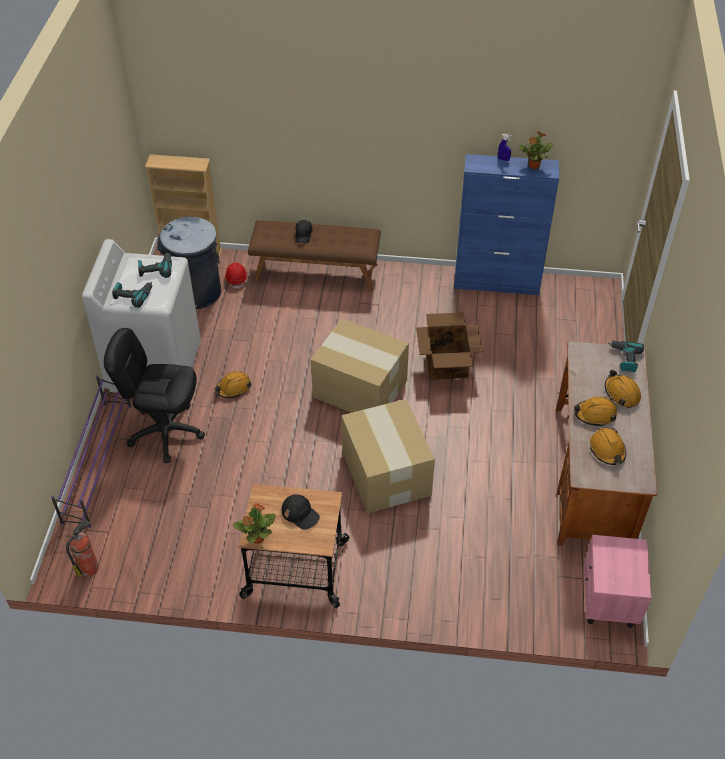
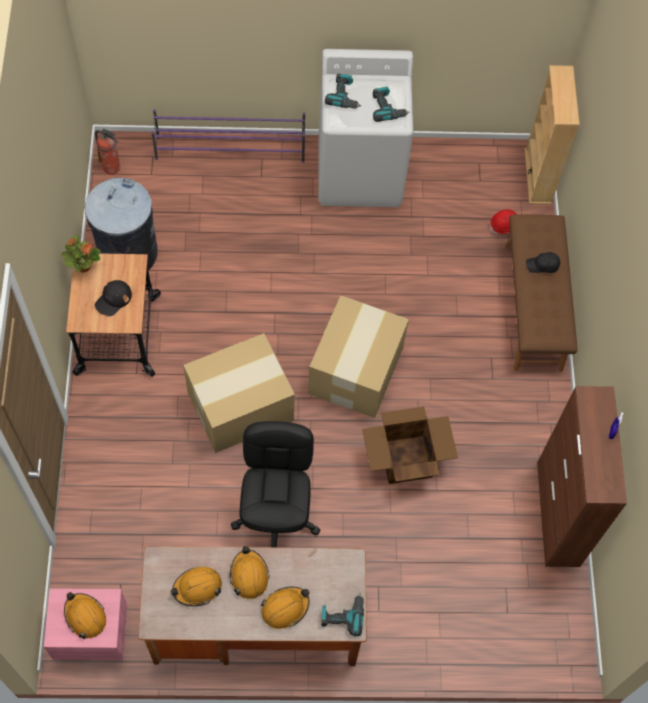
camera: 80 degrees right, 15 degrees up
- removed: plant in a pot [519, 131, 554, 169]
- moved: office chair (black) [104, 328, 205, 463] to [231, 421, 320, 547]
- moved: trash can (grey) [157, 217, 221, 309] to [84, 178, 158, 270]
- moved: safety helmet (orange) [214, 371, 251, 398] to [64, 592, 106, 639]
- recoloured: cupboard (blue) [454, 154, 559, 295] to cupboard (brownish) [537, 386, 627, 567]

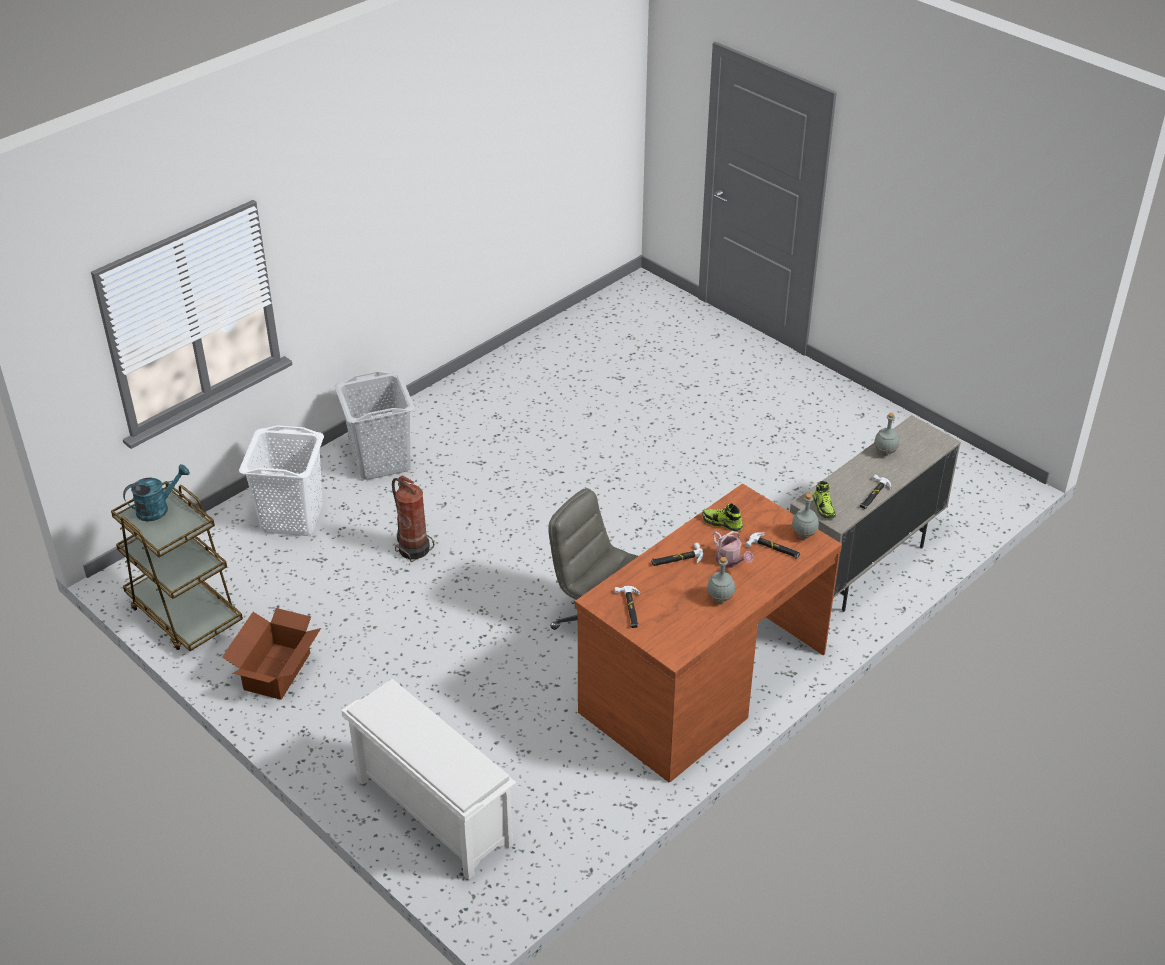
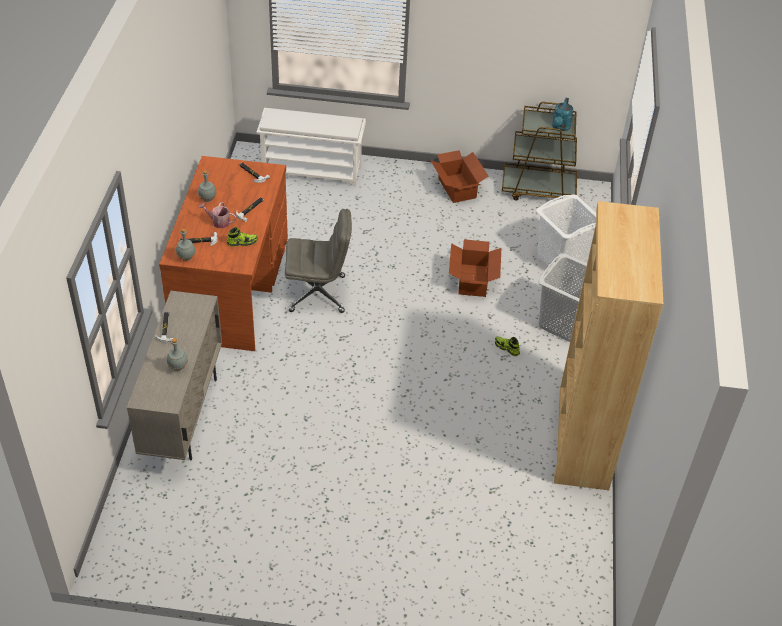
camera: 140 degrees right, 5 degrees up
- added: bookshelf (brownish) [554, 201, 663, 491]
- moved: shoe [813, 481, 836, 519] to [495, 336, 520, 356]
- replaced: fire-fighting cylinder [392, 476, 434, 562] to cardboard box [449, 239, 501, 297]

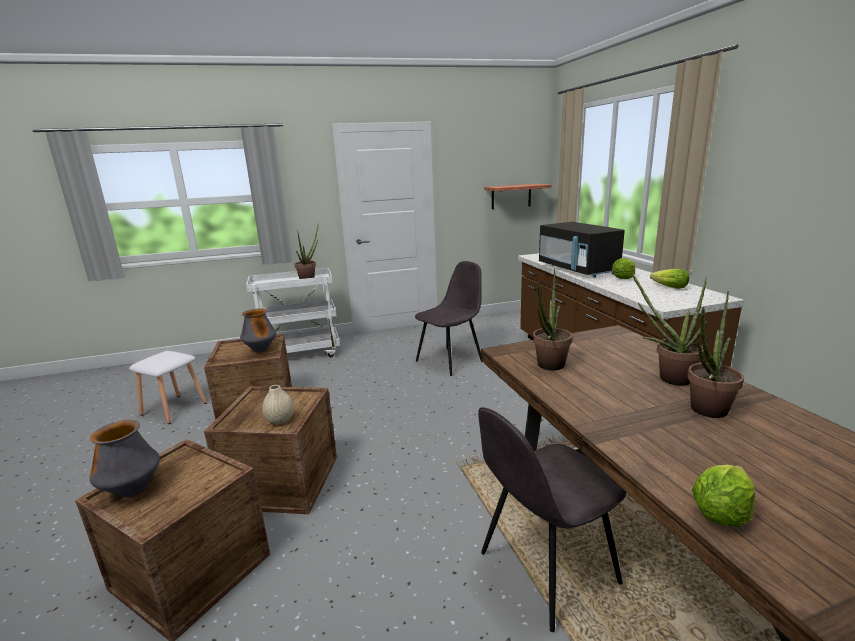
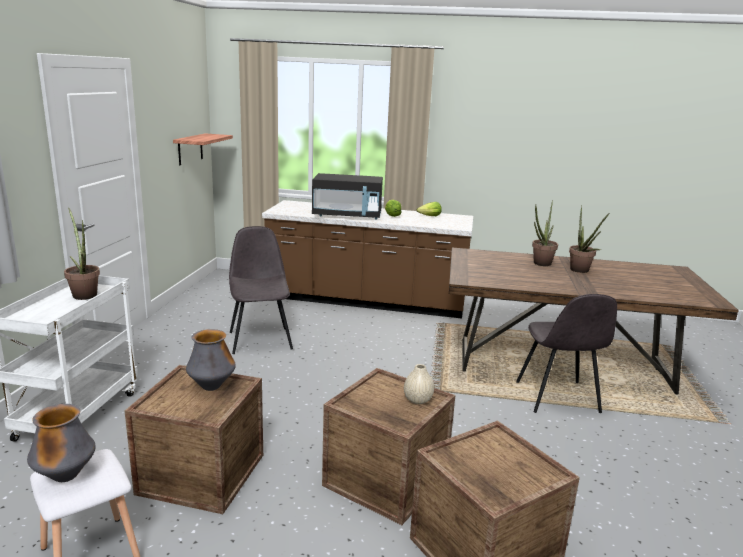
camera: 65 degrees left, 0 degrees up
- removed: plant in a pot [533, 268, 573, 371]
- removed: head of lettuce [692, 465, 755, 527]
- moved: vase [89, 420, 160, 498] to [27, 404, 96, 482]

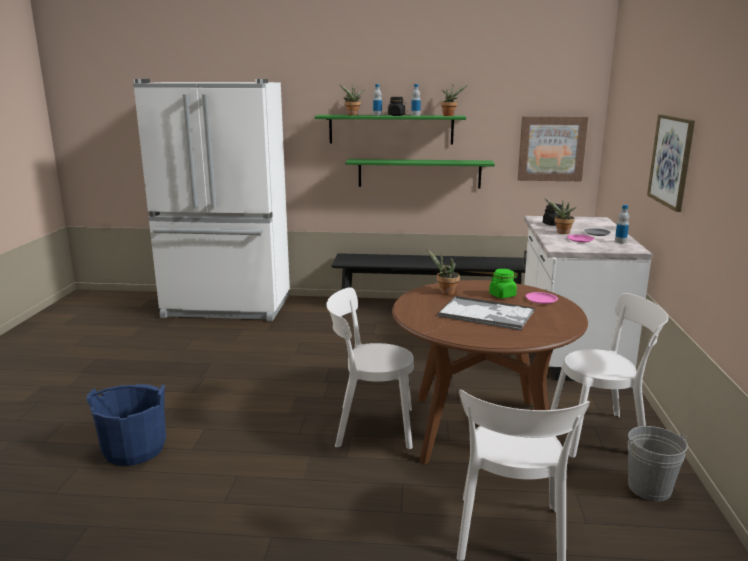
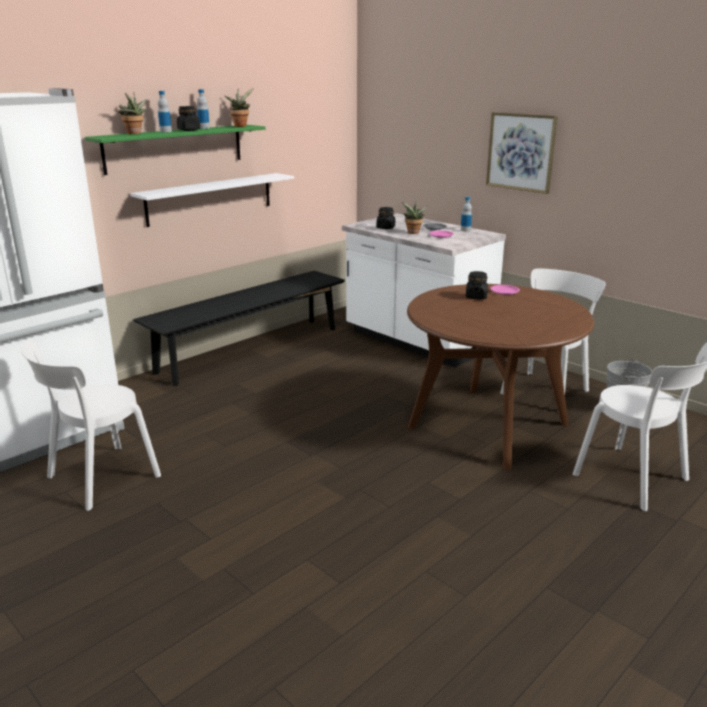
camera: 50 degrees left, 5 degrees up
- removed: bucket (blue) [86, 384, 166, 466]
- removed: plant in a pot [426, 248, 460, 295]
- removed: tray [438, 296, 535, 331]
- removed: picture [518, 116, 588, 181]
- moved: chair (white) [326, 287, 414, 449] to [21, 339, 161, 511]
- recoloured: wall shelf (greenish) [345, 159, 495, 188] to wall shelf (white) [130, 173, 294, 227]
- recoloured: storage jar (greenish) [489, 269, 517, 298] to storage jar (black) [466, 271, 488, 299]

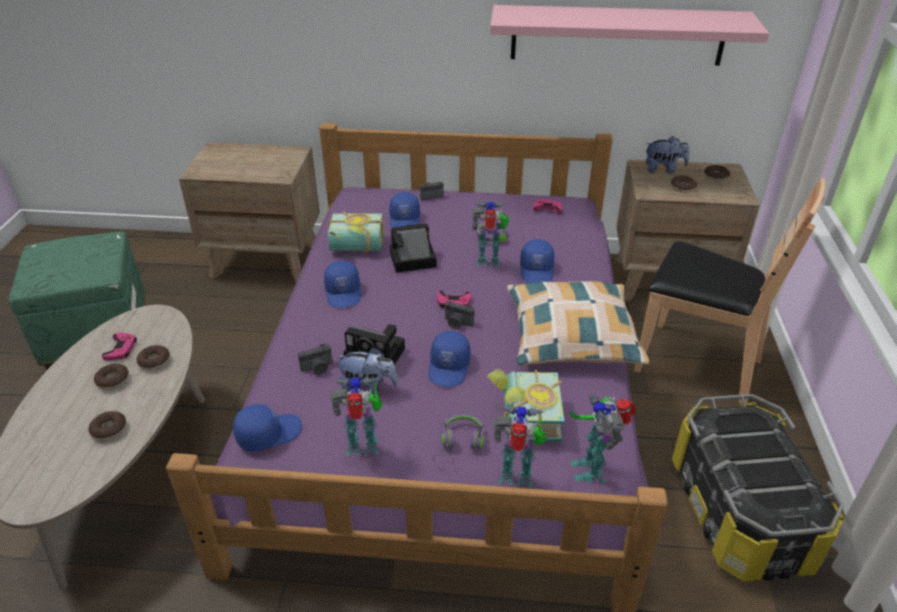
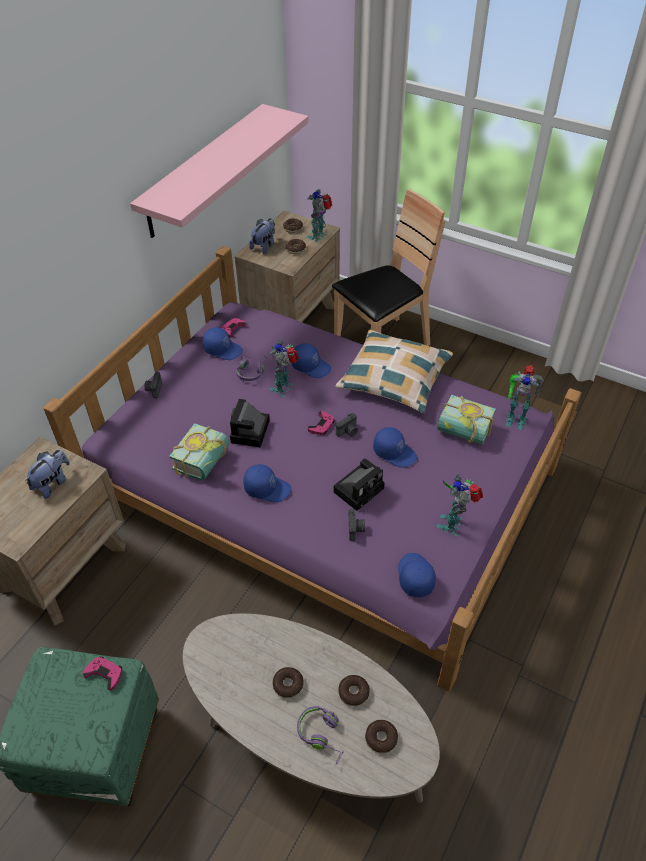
camera: 65 degrees left, 10 degrees up
- removed: storage box [672, 394, 844, 581]
- moved: gamepad (pink-coloured) [102, 333, 137, 360] to [83, 656, 122, 691]
- moved: donut [136, 345, 170, 370] to [365, 720, 398, 754]
- moved: plush toy [335, 347, 398, 395] to [25, 450, 70, 499]
- moved: peaked cap (blue) [389, 192, 420, 227] to [203, 327, 243, 360]
- moved: headphones (purple) [433, 414, 484, 463] to [297, 706, 344, 765]
- moved: toy robot [494, 405, 547, 488] to [306, 189, 332, 243]

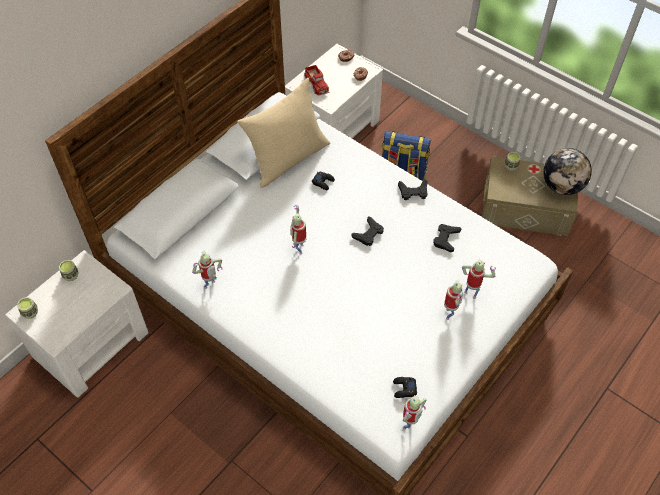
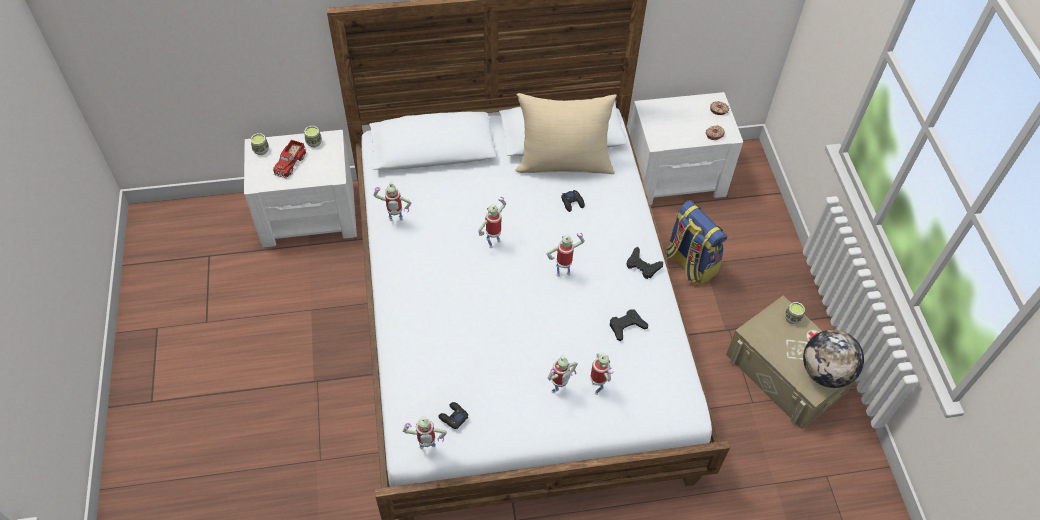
camera: 40 degrees right, 0 degrees up
- moved: toy truck [304, 65, 329, 96] to [273, 140, 306, 178]
- replaced: gamepad (black) [351, 216, 384, 246] to toy robot [546, 233, 585, 277]

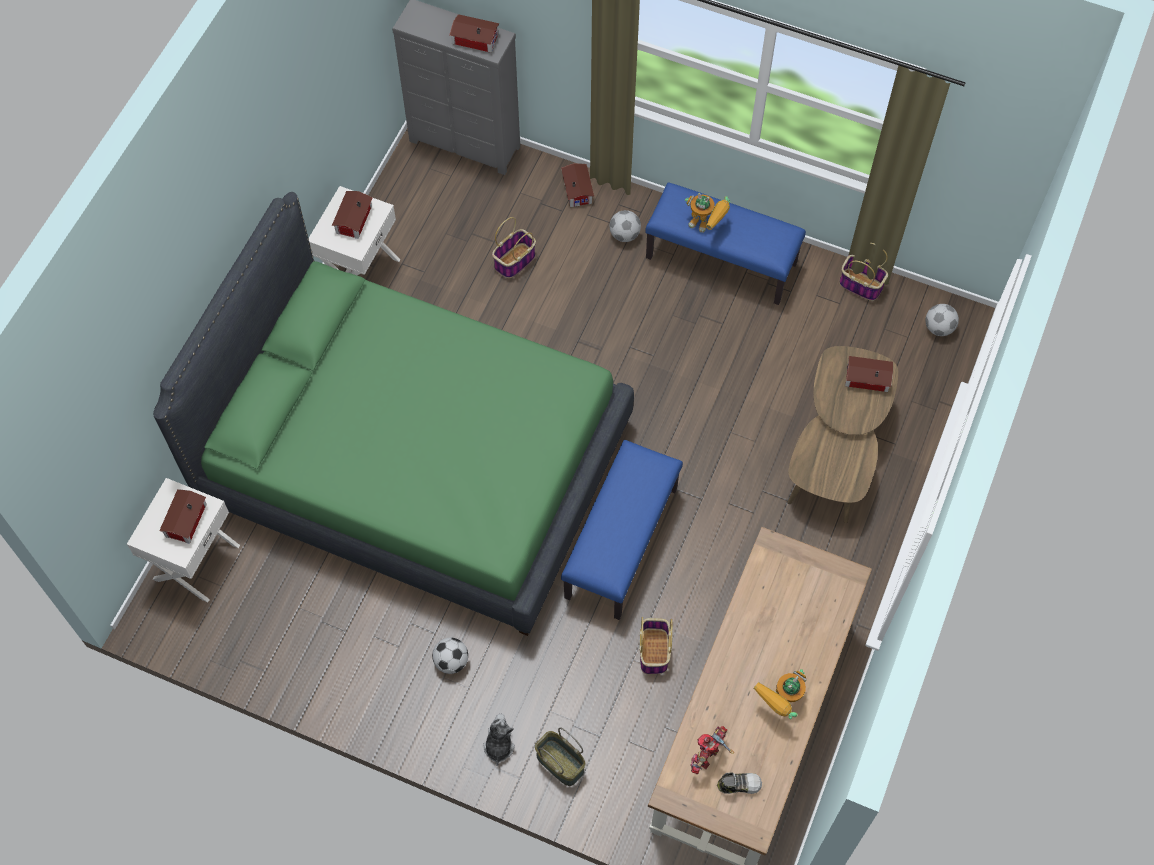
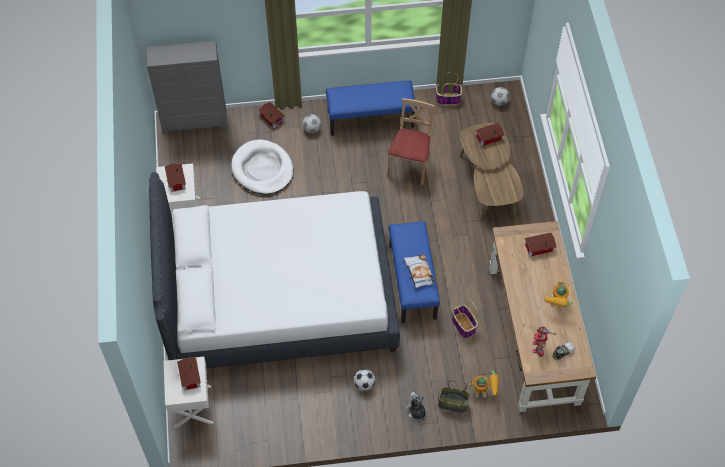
camera: 30 degrees left, 5 degrees down
- added: chair (sand-coloured) [388, 98, 435, 185]
- added: throw pillow [404, 254, 435, 288]
- moved: toy house [450, 14, 499, 53] to [525, 233, 557, 257]
- moved: toy robot [685, 193, 730, 233] to [469, 371, 499, 398]
- replaced: household basket [492, 217, 536, 278] to pet bed (white) [231, 139, 293, 194]
- recoloured: bedroom bed (greenish) [153, 192, 634, 636] to bedroom bed (white) [149, 172, 400, 368]

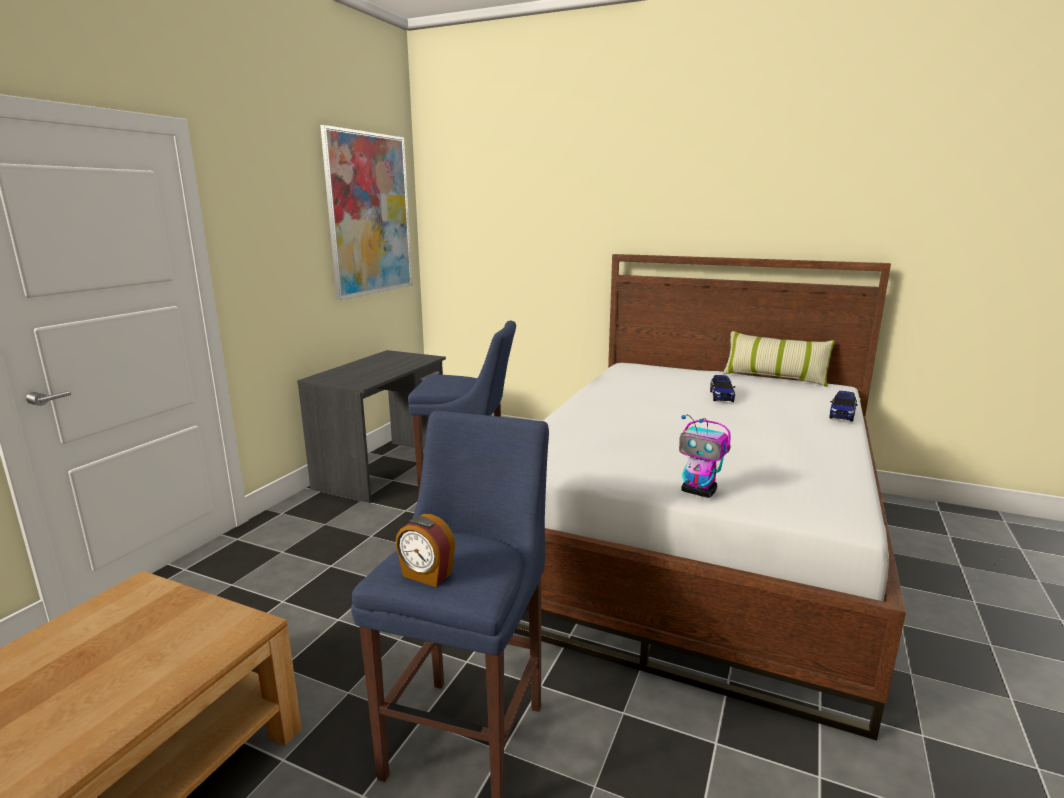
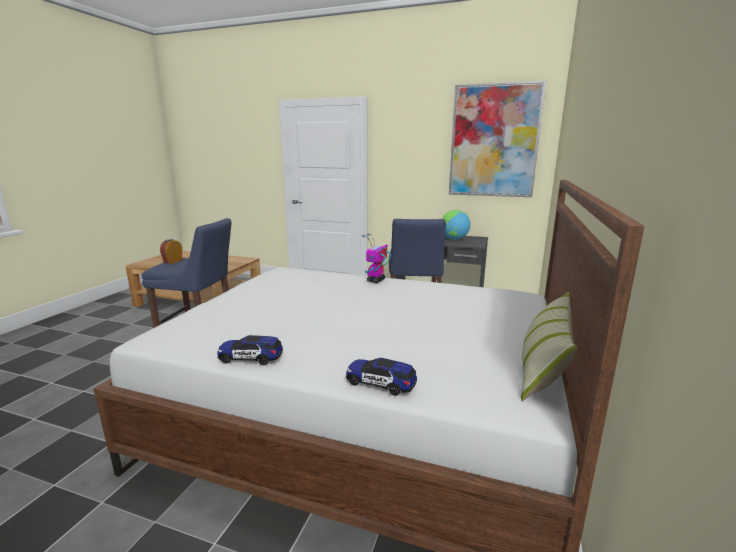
camera: 85 degrees right, 0 degrees up
- added: world globe [442, 210, 470, 240]
- moved: toy robot [679, 415, 731, 498] to [362, 233, 391, 283]
- moved: miniature car [710, 375, 735, 402] to [217, 335, 283, 365]

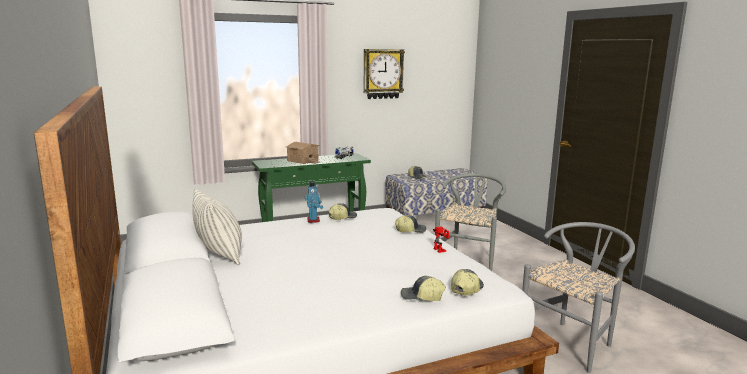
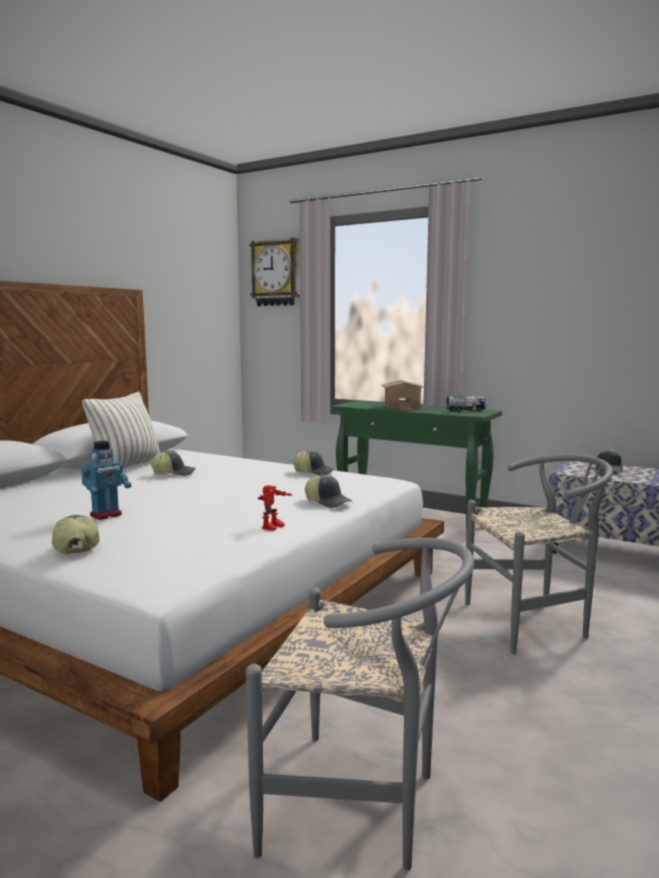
camera: 55 degrees right, 5 degrees down
- moved: toy robot [304, 181, 323, 223] to [81, 441, 131, 520]
- moved: wall clock [364, 49, 405, 99] to [249, 238, 300, 306]
- moved: peaked cap [451, 269, 484, 296] to [150, 451, 196, 476]

